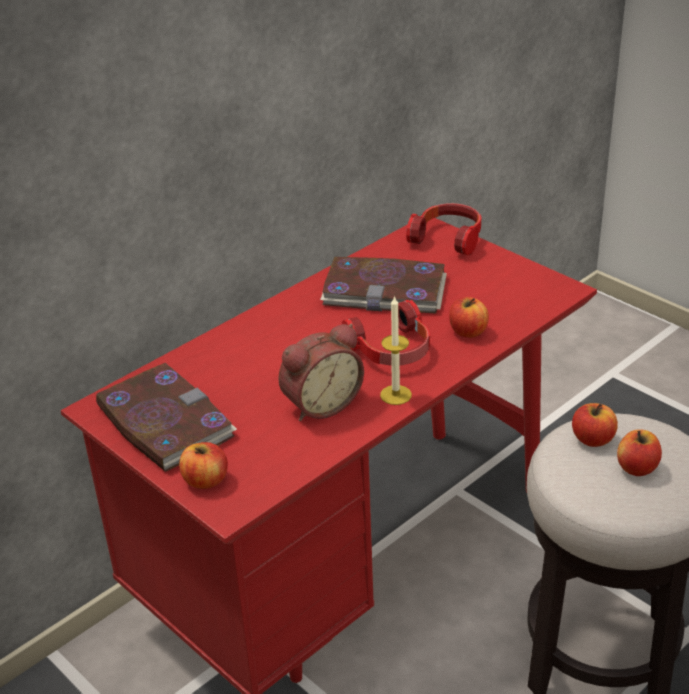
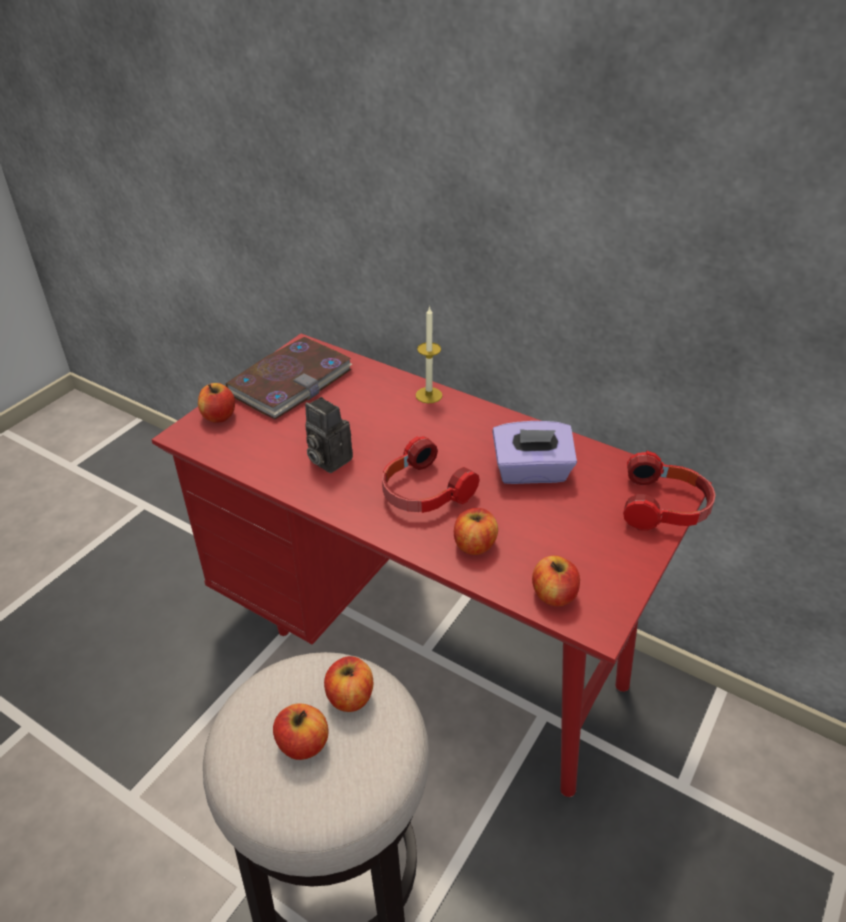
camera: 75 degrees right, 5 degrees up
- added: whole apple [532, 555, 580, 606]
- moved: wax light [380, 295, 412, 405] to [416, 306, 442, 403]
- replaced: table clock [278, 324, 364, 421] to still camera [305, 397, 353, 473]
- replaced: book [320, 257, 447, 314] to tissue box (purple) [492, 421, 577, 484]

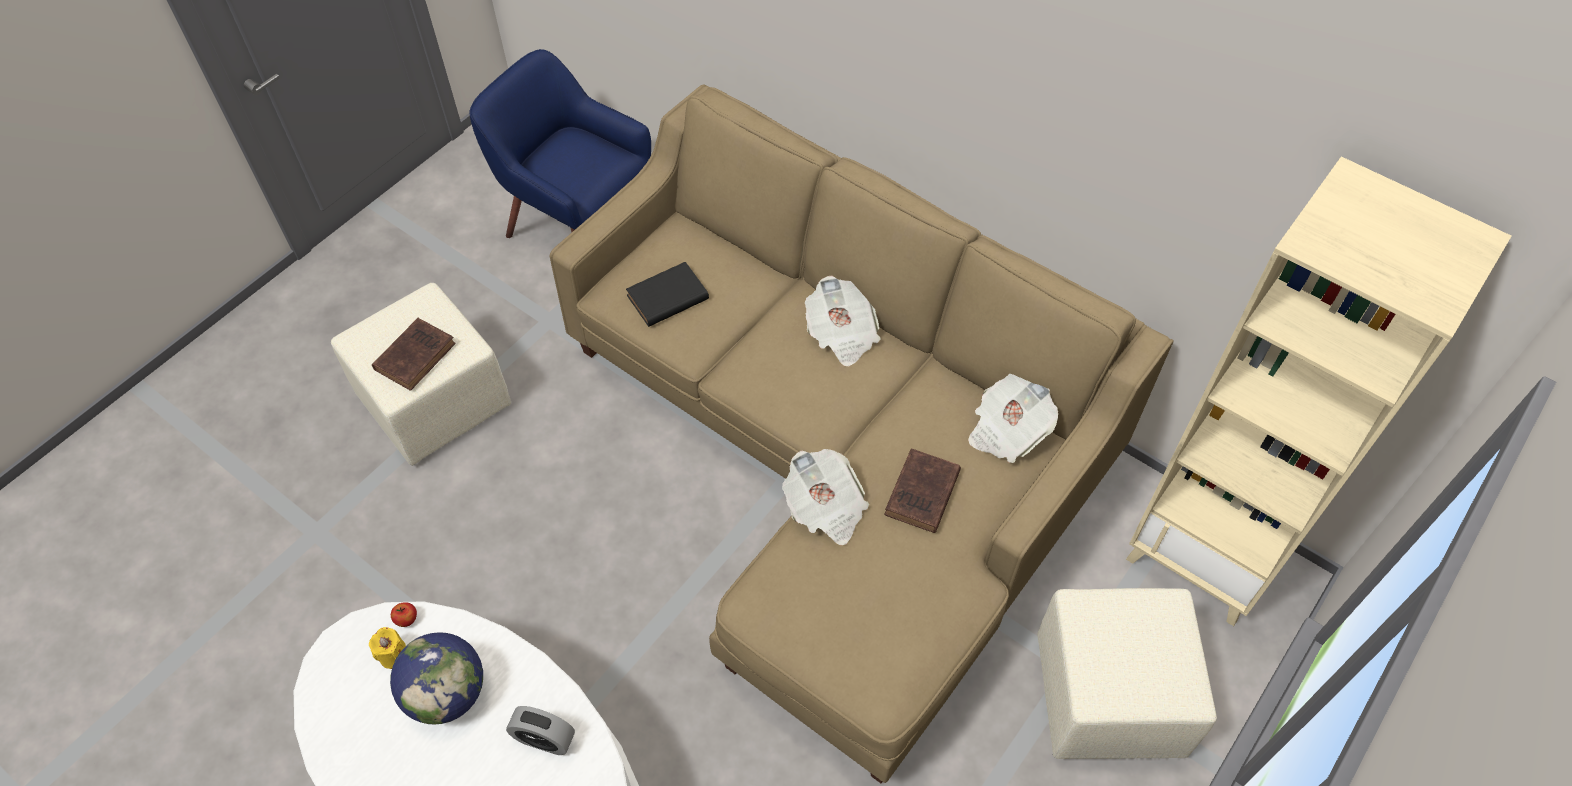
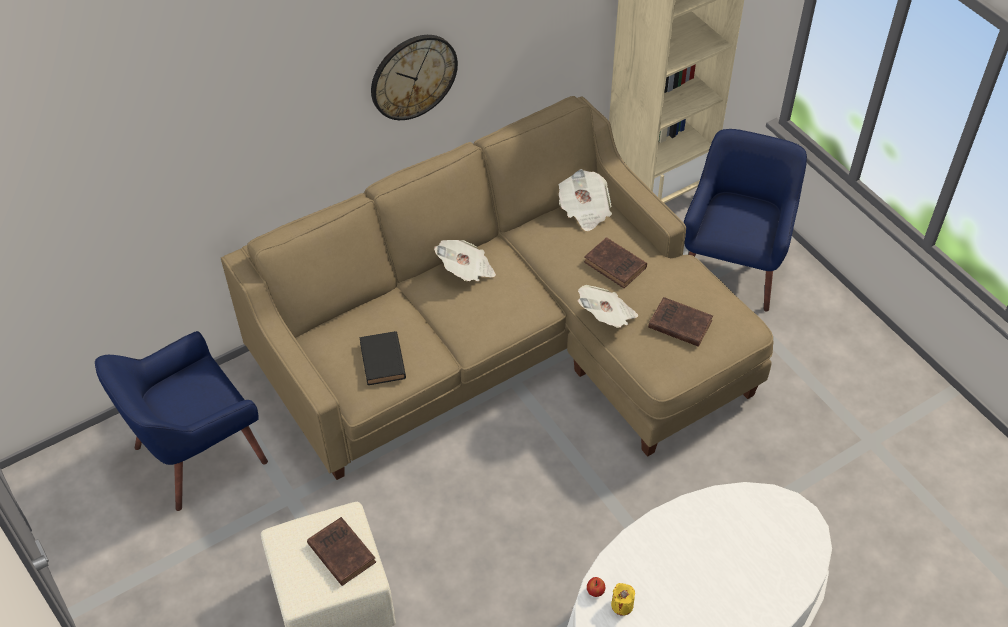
camera: 70 degrees left, 5 degrees down
- removed: world globe [390, 632, 483, 725]
- removed: table clock [506, 706, 575, 755]
- added: wall clock [371, 35, 458, 120]
- added: book (brownish) [648, 297, 713, 347]
- replaced: ottoman (sand-coloured) [1037, 588, 1217, 759] to armchair (blue) [684, 129, 807, 312]

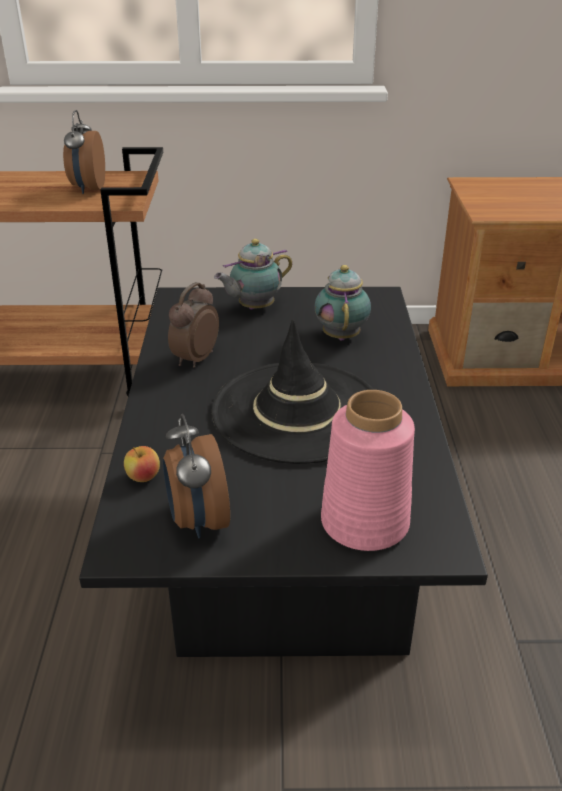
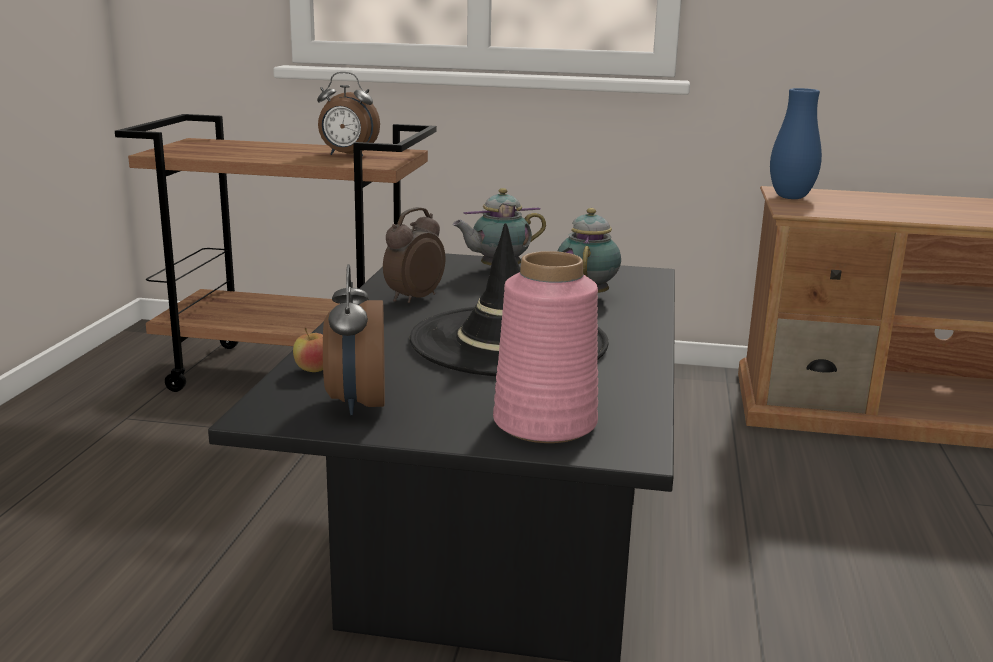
camera: 10 degrees right, 15 degrees down
- added: vase (blue) [770, 88, 822, 199]
- turned: table clock [63, 110, 105, 194] = [317, 72, 380, 156] 90 degrees counterclockwise

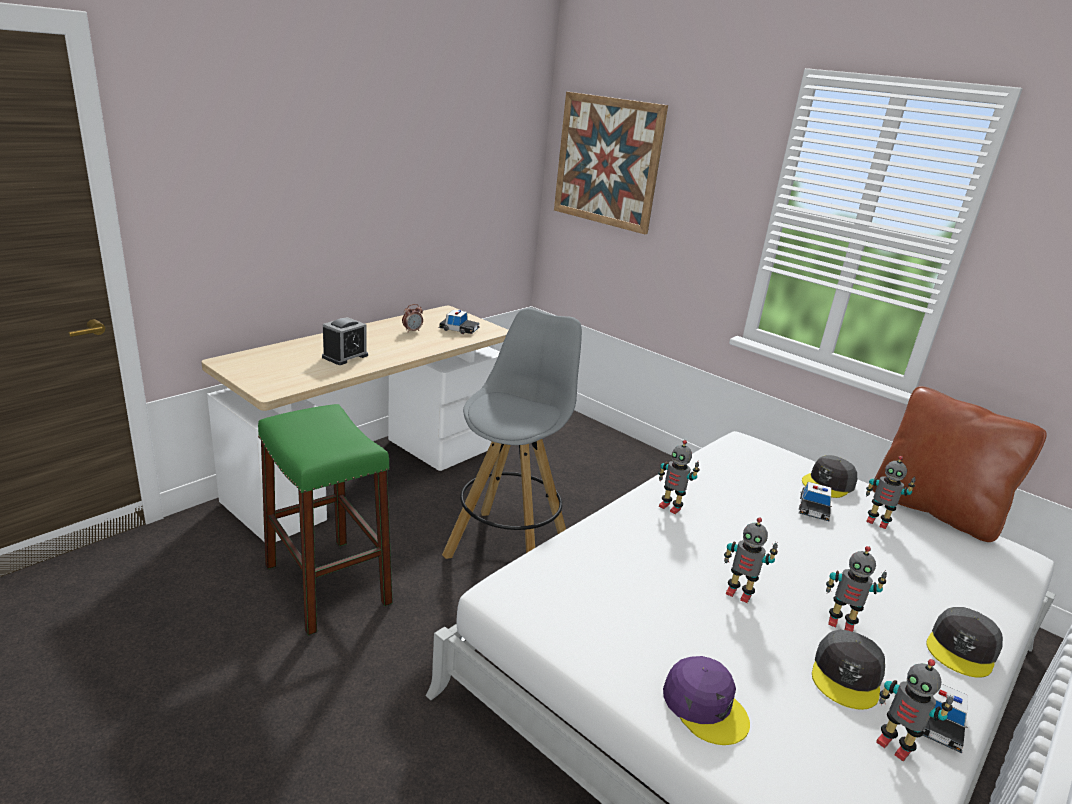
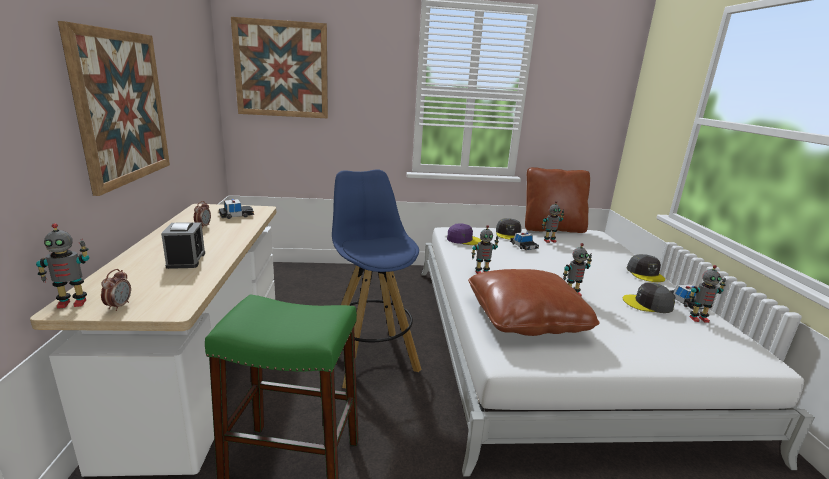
camera: 45 degrees left, 5 degrees down
- added: picture [58, 21, 170, 196]
- added: table clock [101, 269, 131, 311]
- added: throw pillow (brownish) [468, 269, 600, 336]
- moved: peaked cap (purple) [663, 656, 750, 745] to [447, 223, 482, 245]
- moved: toy robot [826, 546, 887, 632] to [36, 223, 89, 309]
- recoloured: stool (grey) [442, 308, 582, 559] to stool (blue) [332, 169, 421, 388]
- turned: peaked cap (grey) [812, 630, 885, 710] = [623, 283, 675, 313] 120 degrees clockwise

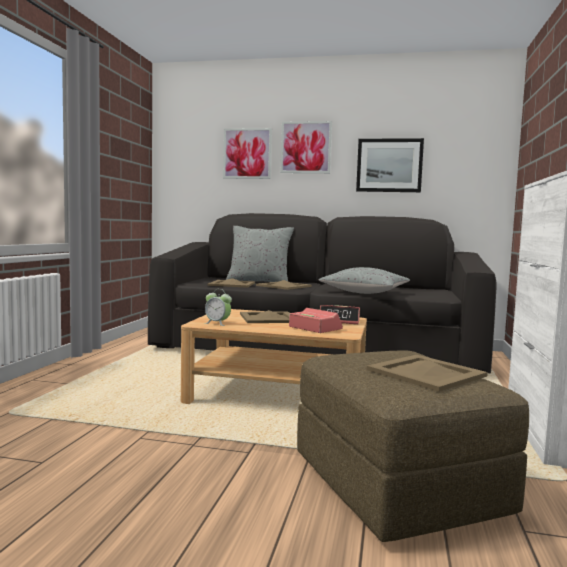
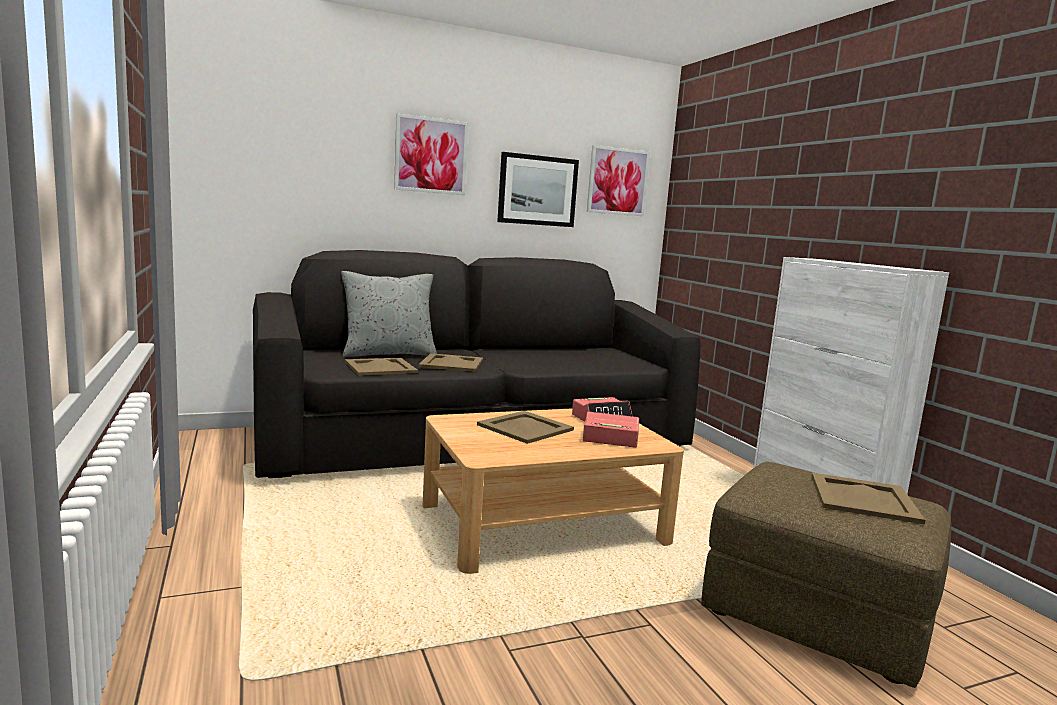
camera: 35 degrees left, 5 degrees up
- removed: table clock [205, 291, 232, 326]
- removed: throw pillow (grey) [319, 267, 410, 294]
- moved: picture [223, 128, 272, 179] to [587, 145, 650, 216]

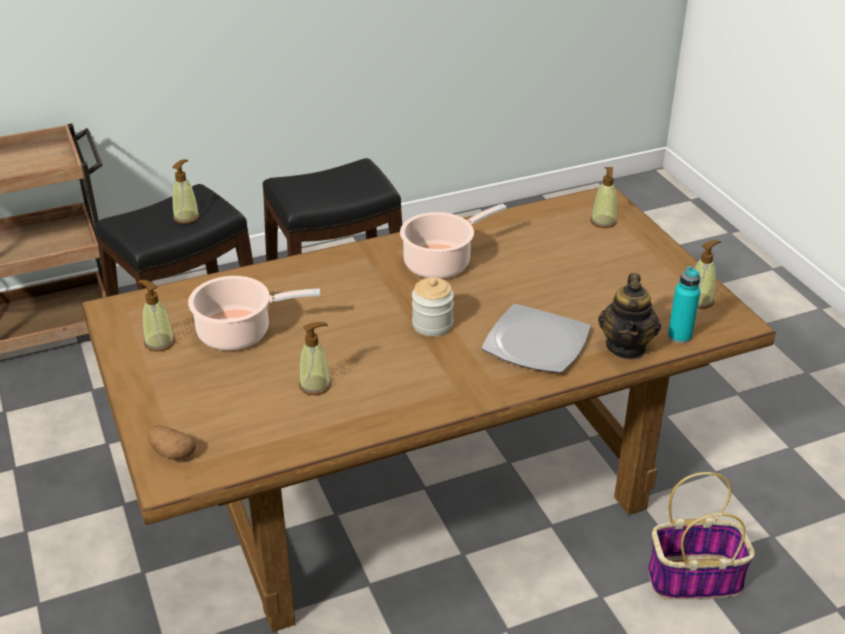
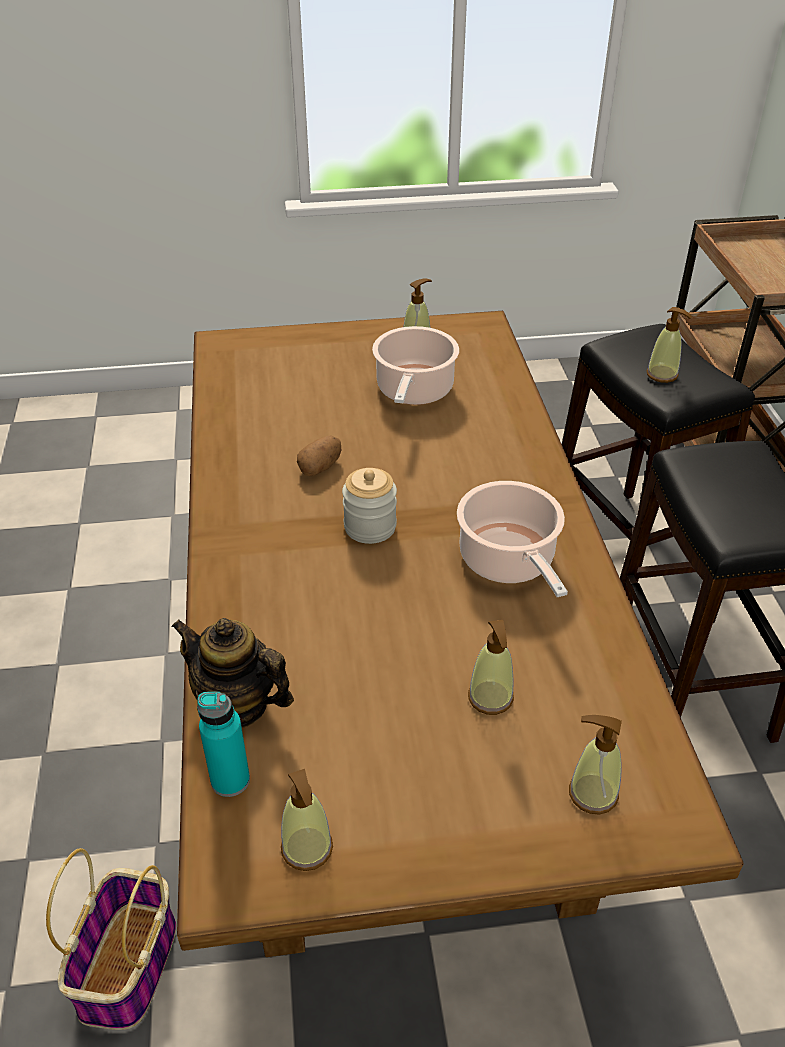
camera: 105 degrees right, 5 degrees up
- removed: dinner plate [481, 304, 591, 373]
- moved: whole potato [148, 425, 196, 460] to [297, 435, 341, 476]
- moved: liquid soap bottle [299, 322, 331, 395] to [468, 620, 514, 715]

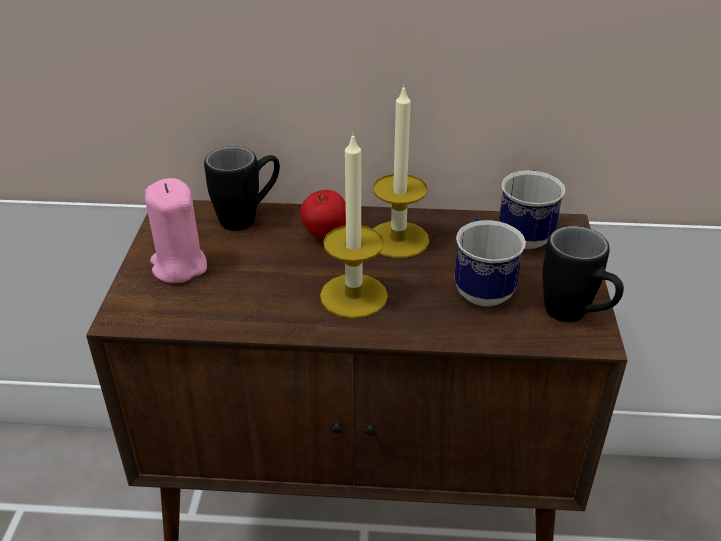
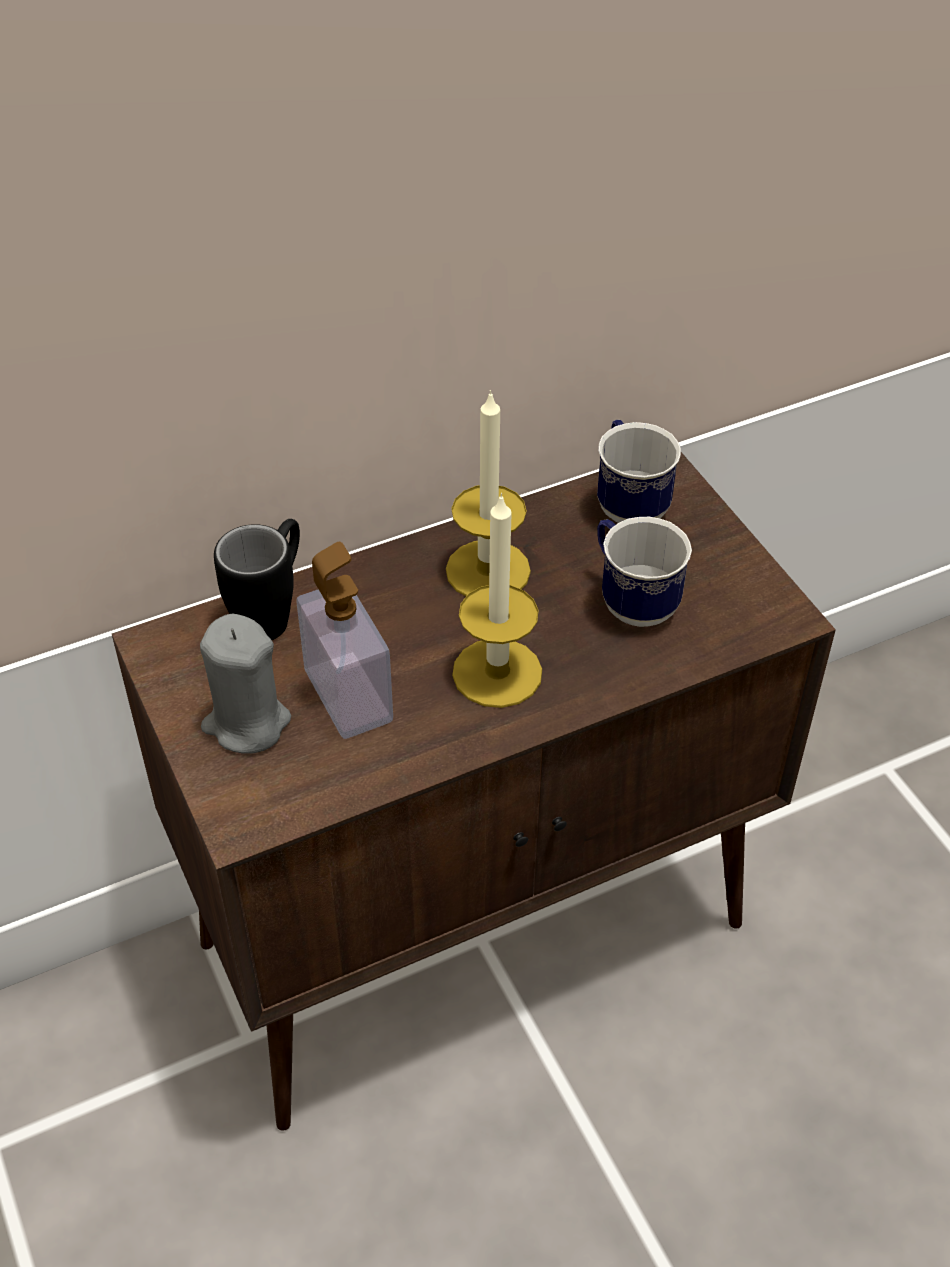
camera: 30 degrees left, 10 degrees up
- removed: whole apple [300, 190, 346, 239]
- removed: coffee mug (black) [543, 226, 624, 322]
- added: liquid soap bottle [296, 542, 393, 739]
- recoloured: wax light (pink-coloured) [145, 178, 207, 283] to wax light (grey) [200, 613, 291, 754]

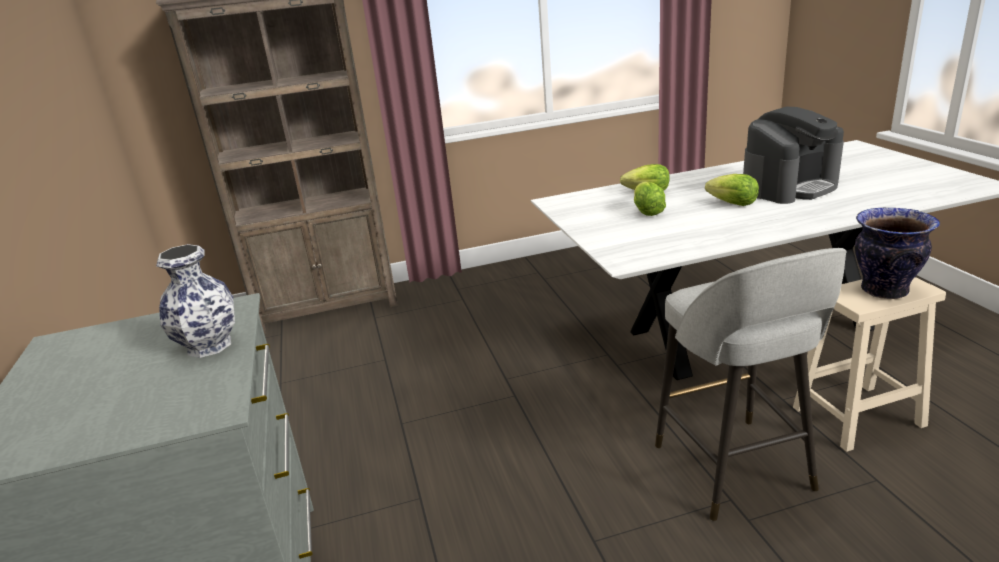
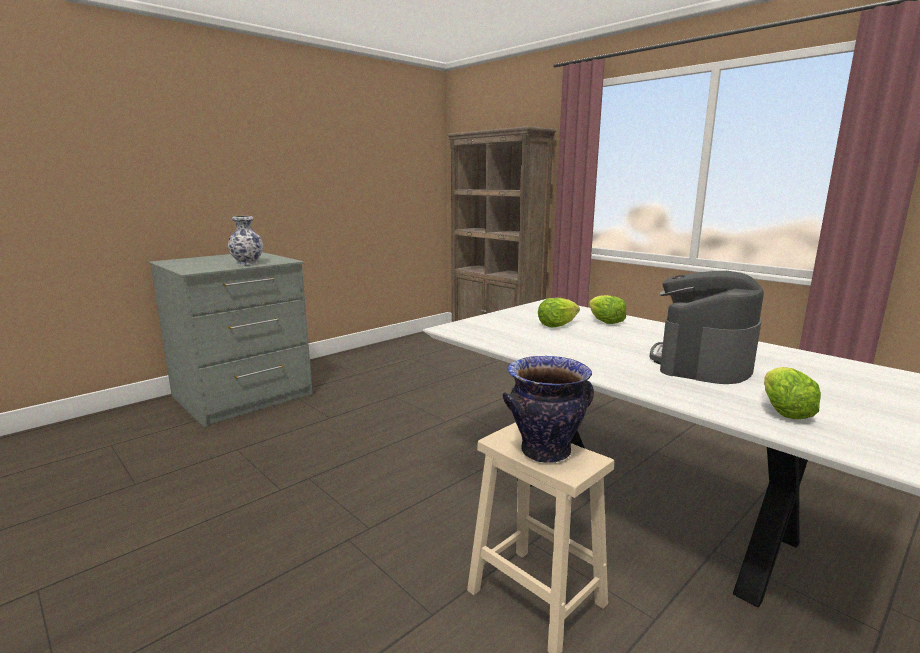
camera: 60 degrees right, 10 degrees down
- removed: stool (grey) [655, 248, 847, 521]
- moved: head of lettuce [705, 174, 759, 206] to [764, 367, 821, 419]
- turned: coffee brewer [743, 107, 844, 204] = [650, 271, 764, 384] 90 degrees clockwise

